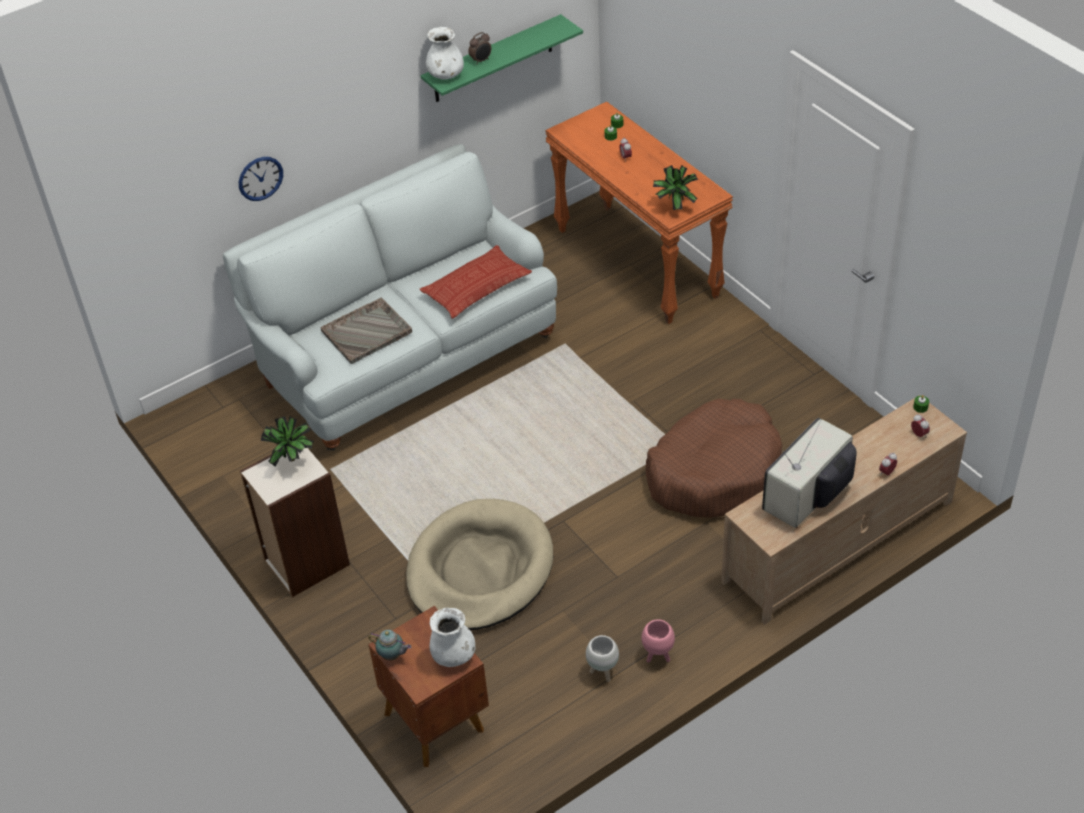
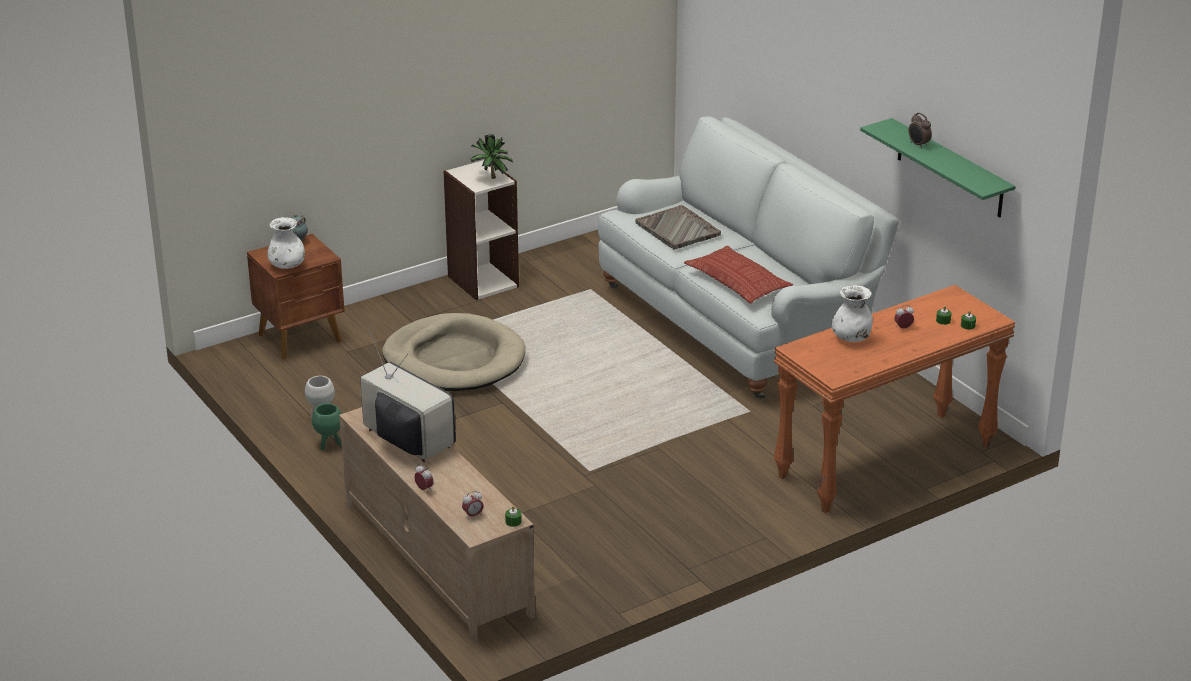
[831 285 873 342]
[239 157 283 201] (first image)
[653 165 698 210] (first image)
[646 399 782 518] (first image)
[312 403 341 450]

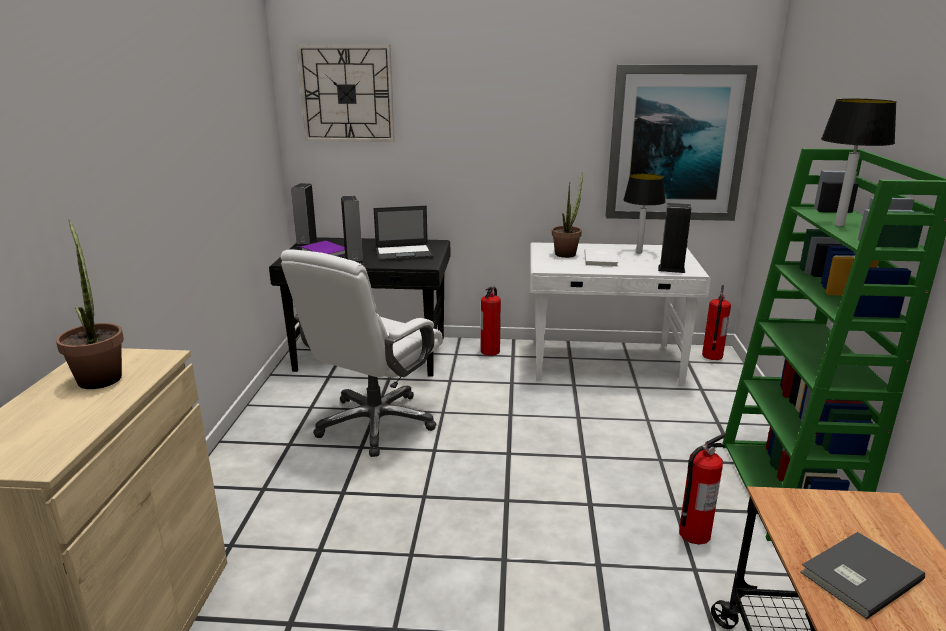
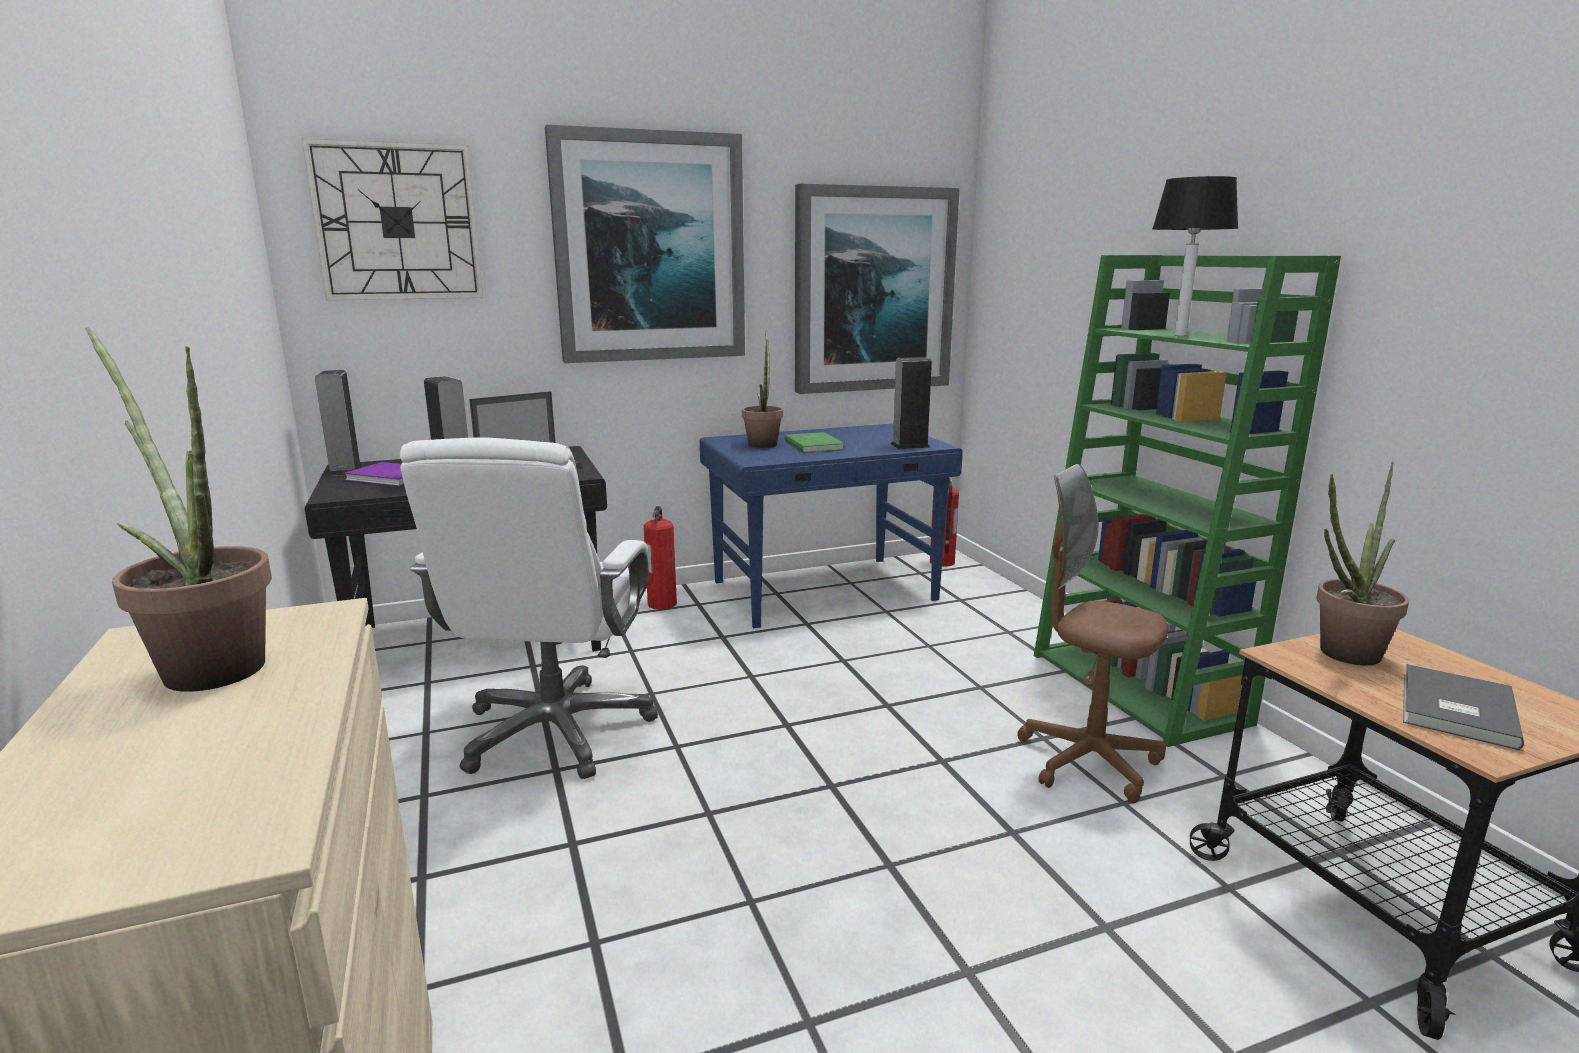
[623 173 665 253] (first image)
[700 423 963 628]
[784 432 845 453]
[1017 464 1169 803]
[545 125 745 363]
[1316 462 1409 666]

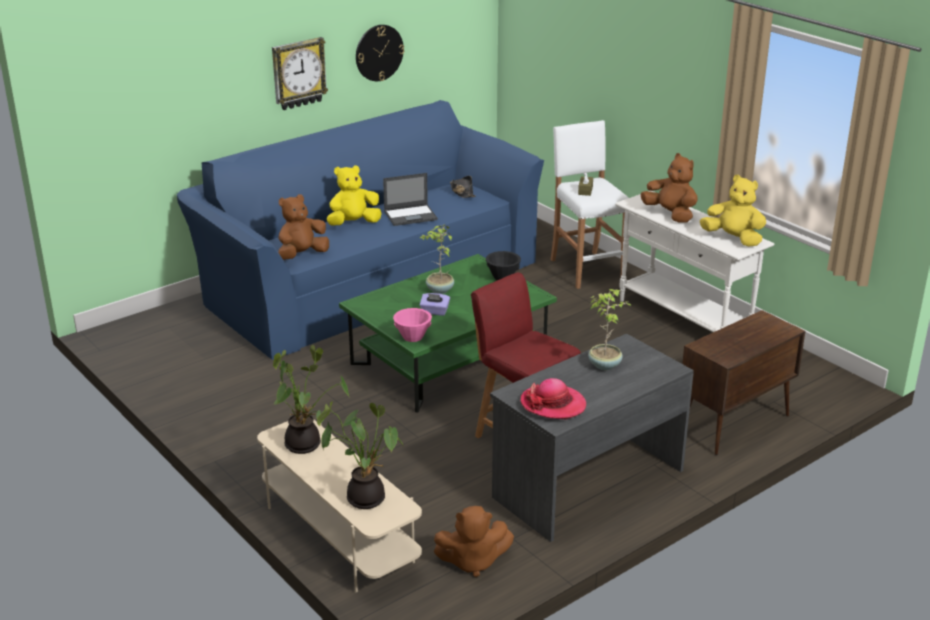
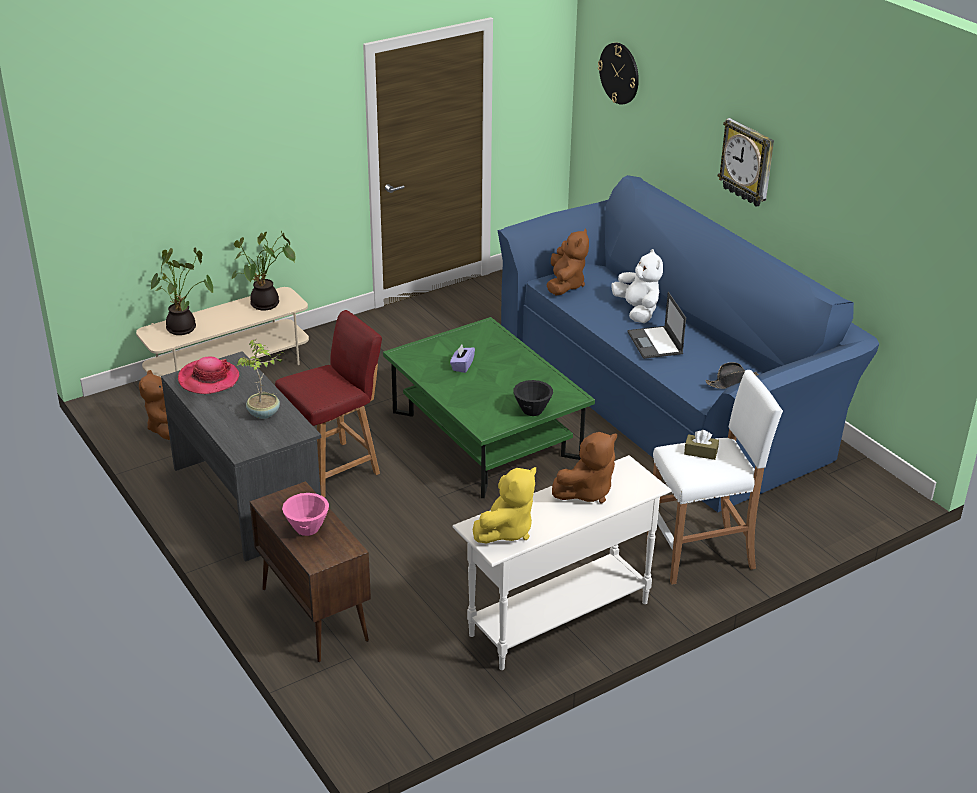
[598 43 639 105]
[611 249 663 323]
[547 228 589 295]
[420 224 454 294] (first image)
[282 493 329 536]

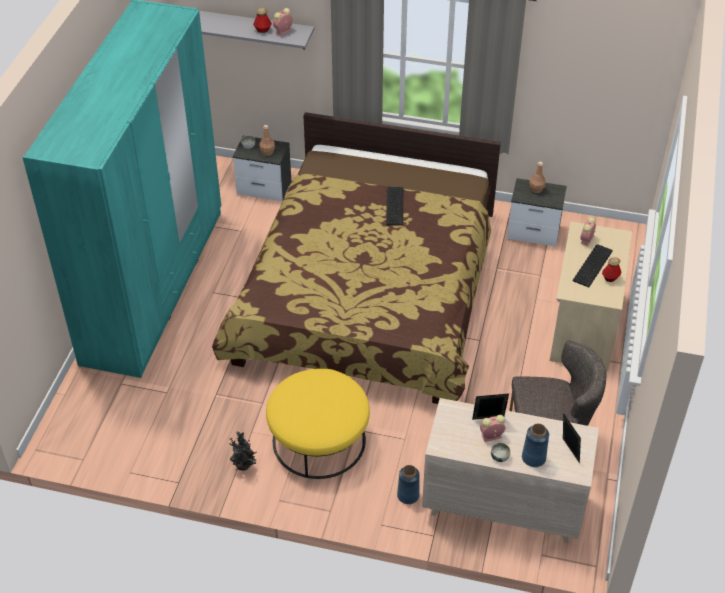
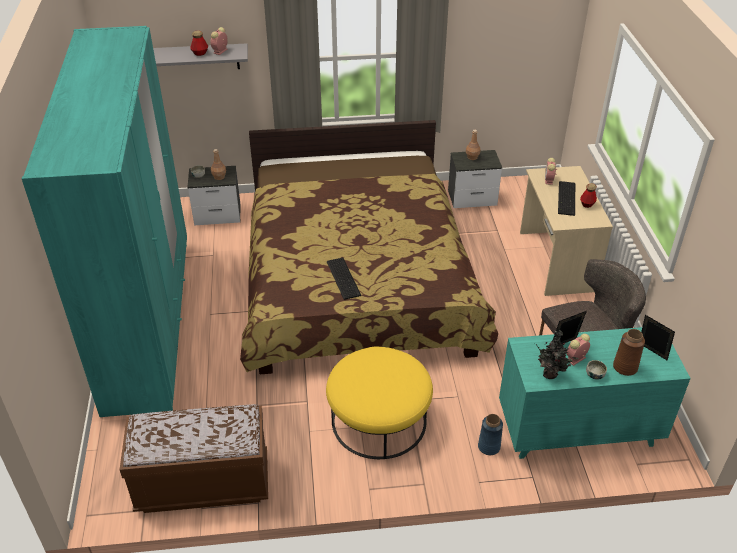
[327 258 361 300]
[499 327 691 459]
[613 329 645 376]
[534 330 579 379]
[119 404 268 513]

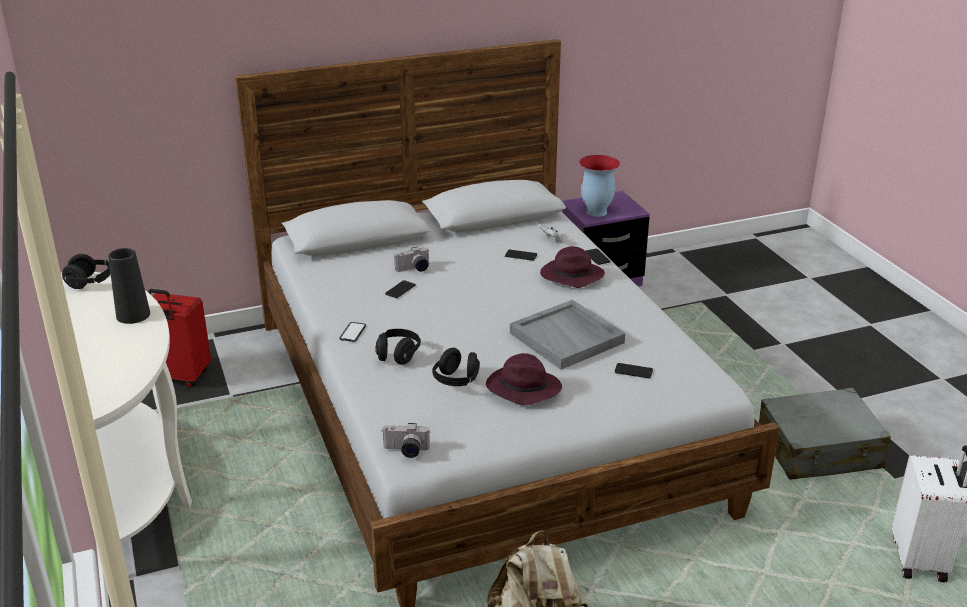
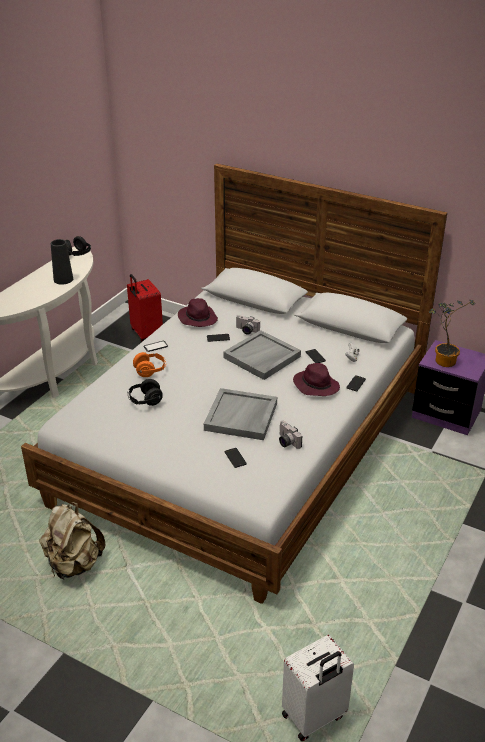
[429 300 476 367]
[133 352 166 377]
[178 298 218 327]
[759 388 891 480] (first image)
[279 421 302 449]
[223 330 301 380]

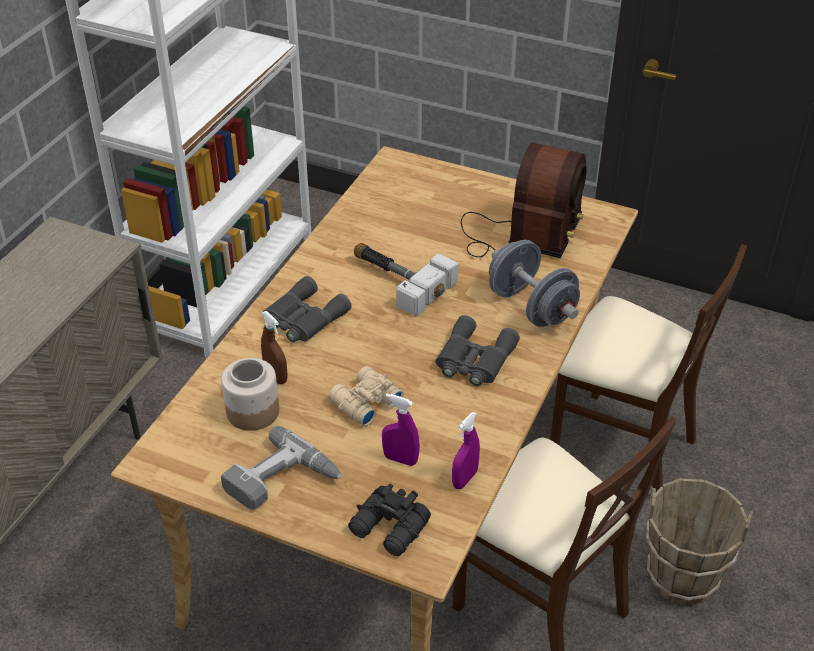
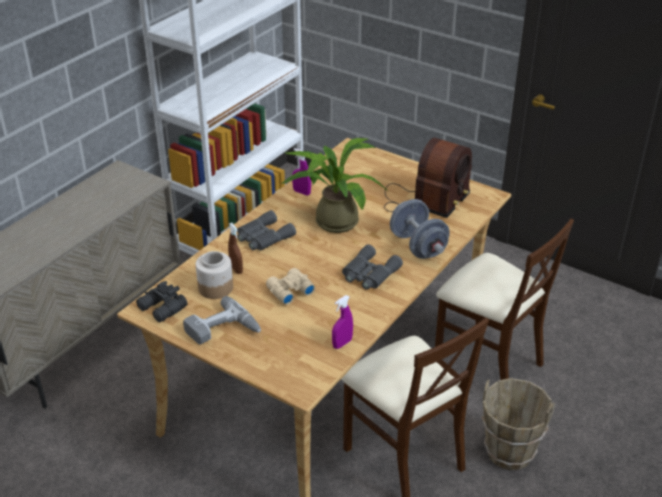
[282 138 389 233]
[292 148 311 196]
[136 281 187 322]

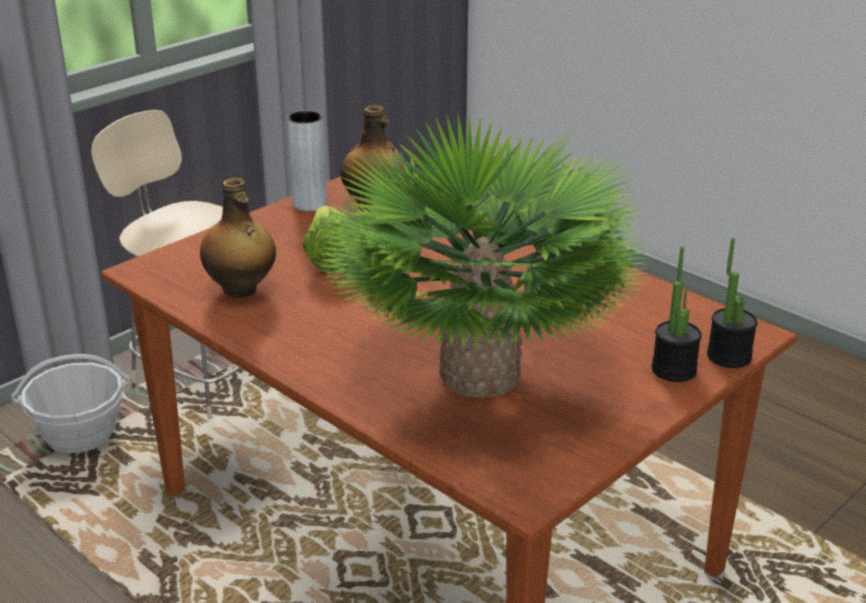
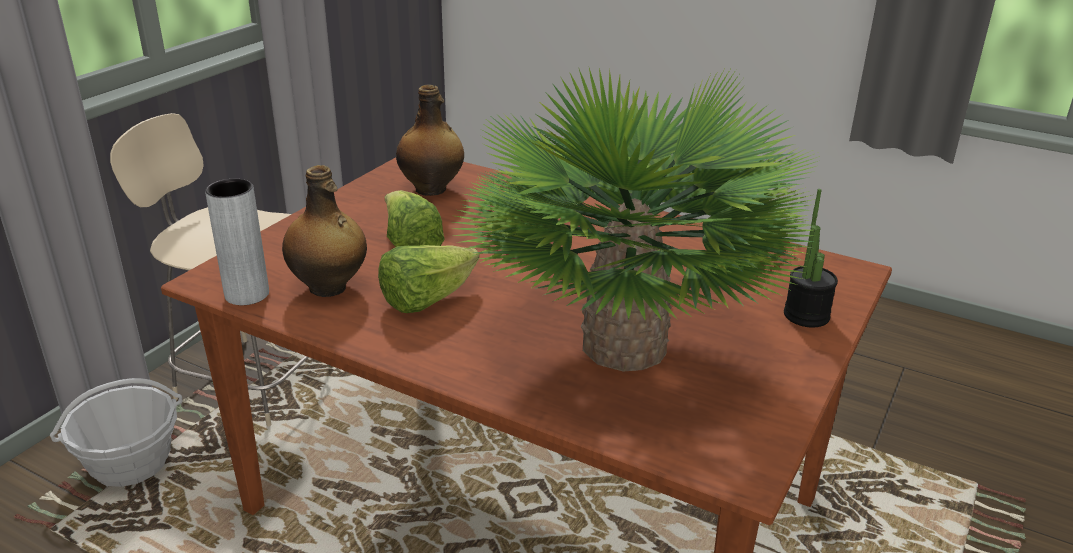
[205 179 269 305]
[707 238 758 368] (first image)
[378 245 479 313]

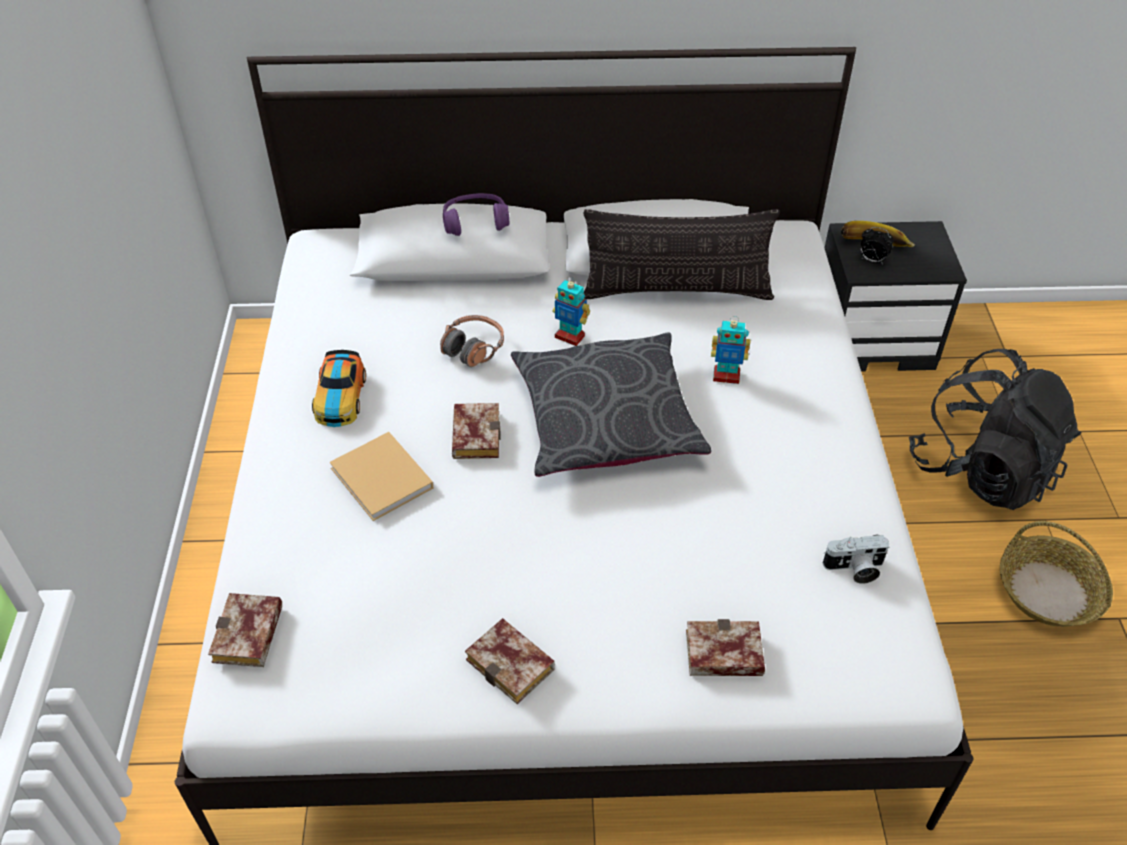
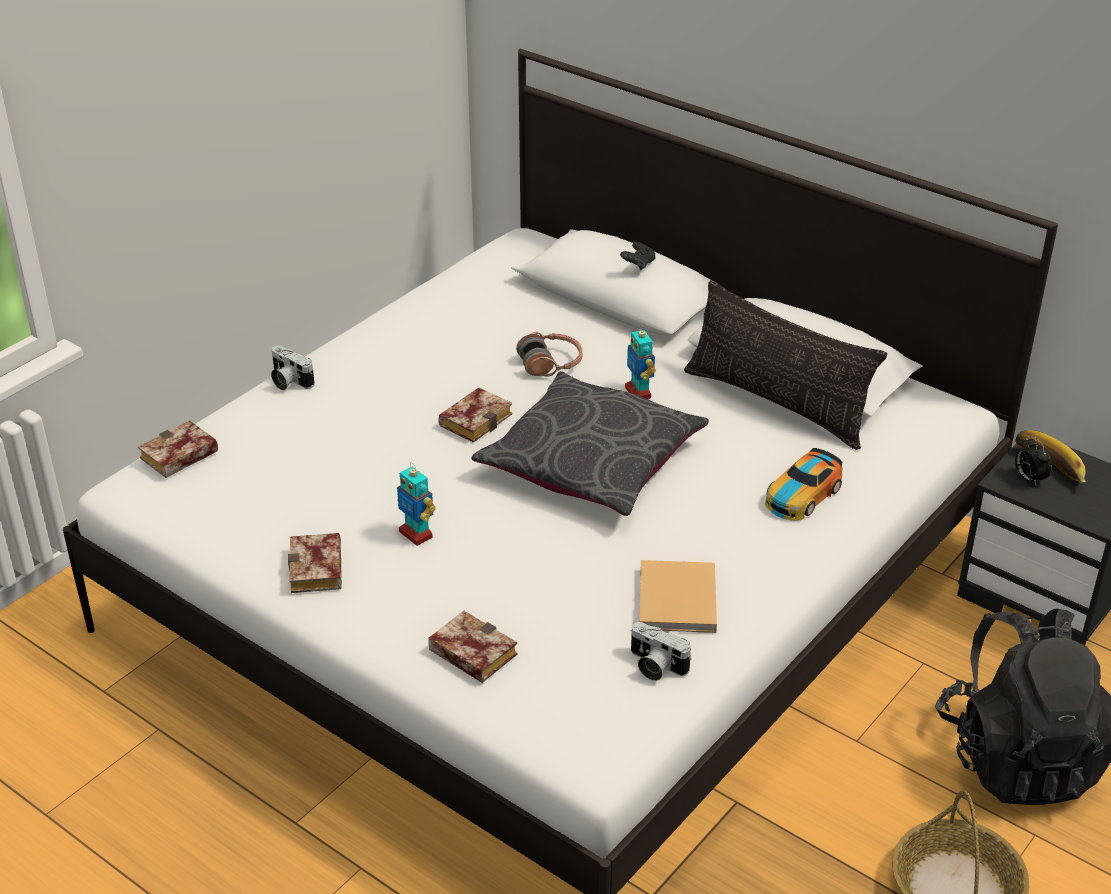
[620 242 656 270]
[397 462 436 546]
[765 448 843 521]
[639 560 717 633]
[271 346 315 390]

